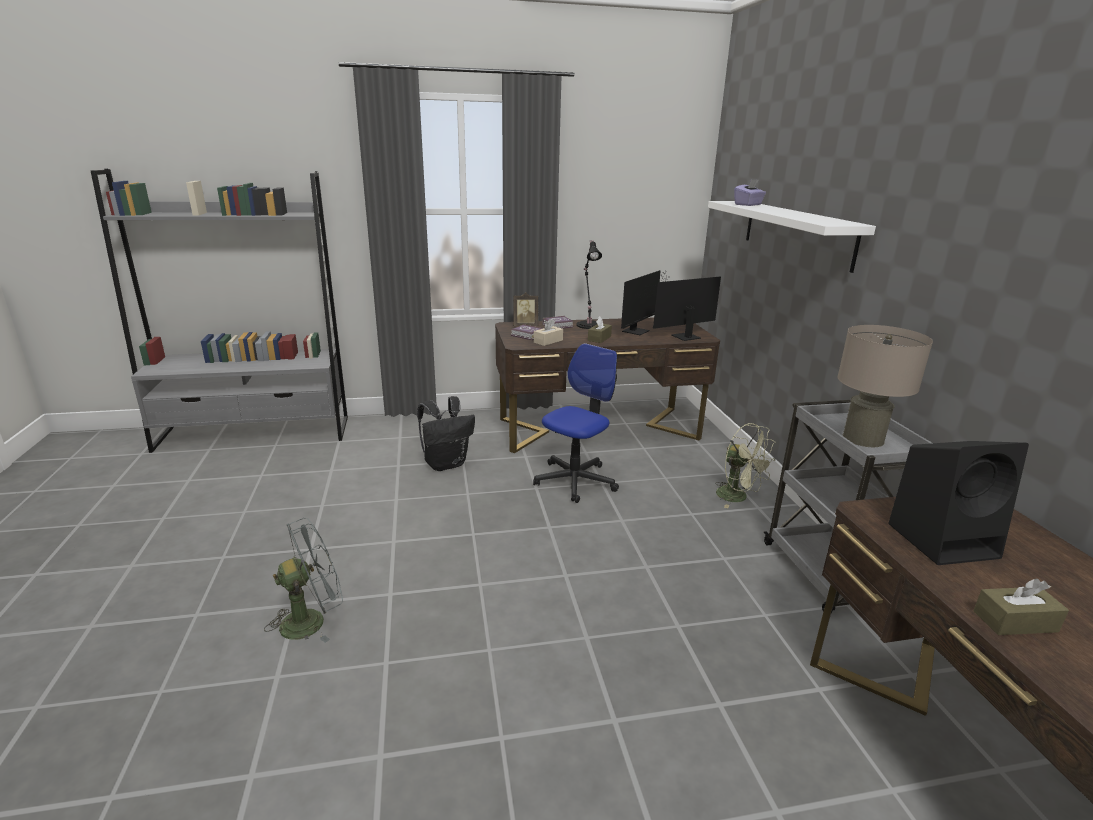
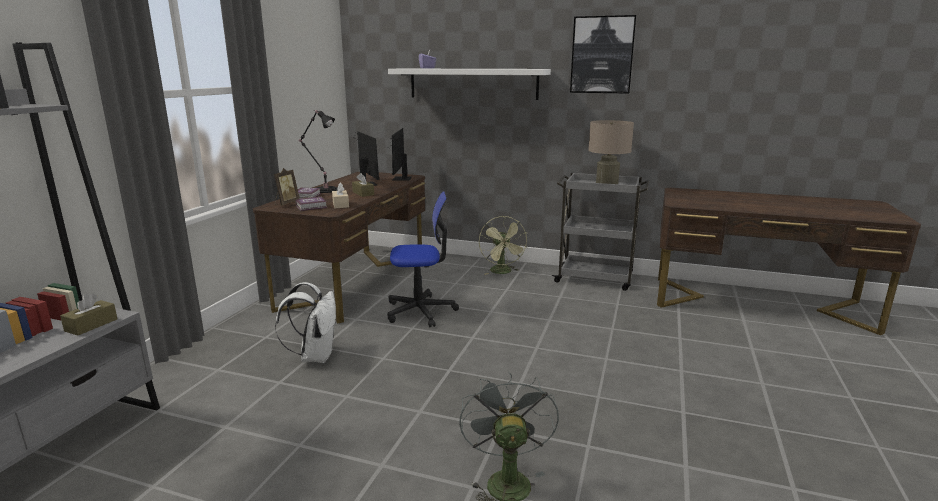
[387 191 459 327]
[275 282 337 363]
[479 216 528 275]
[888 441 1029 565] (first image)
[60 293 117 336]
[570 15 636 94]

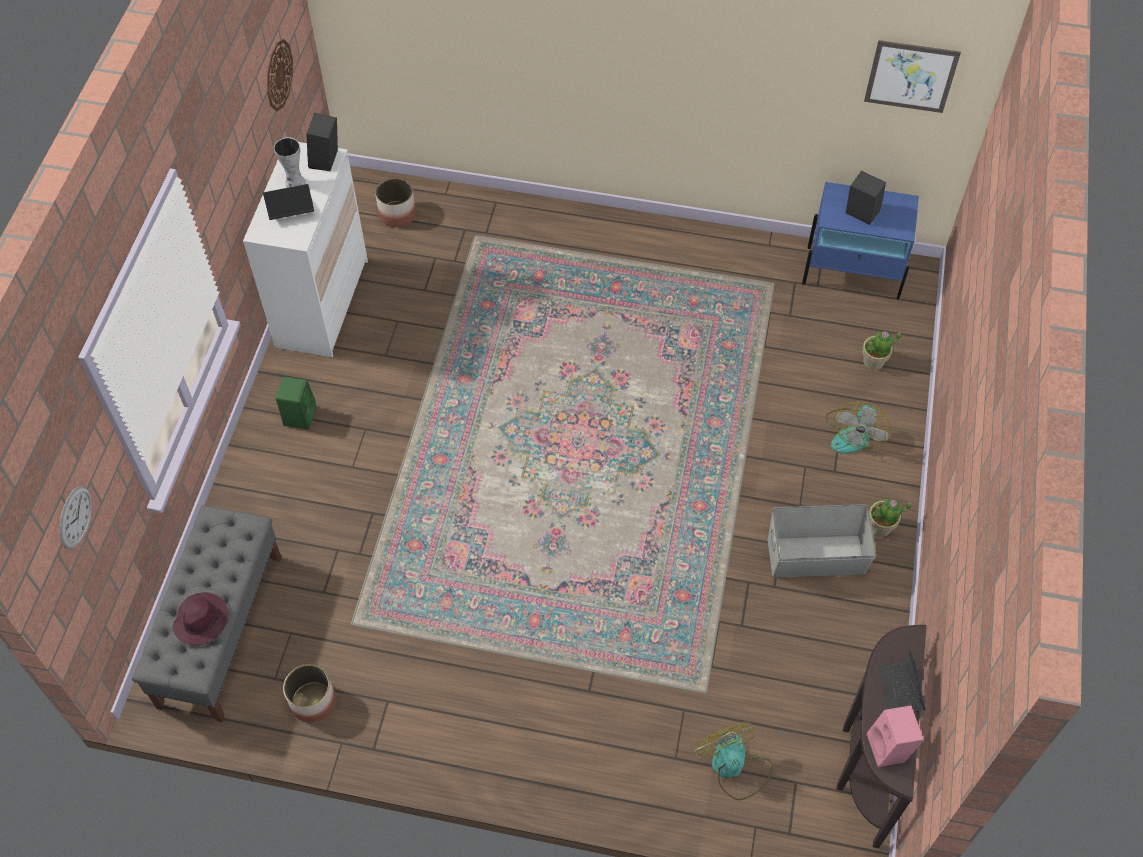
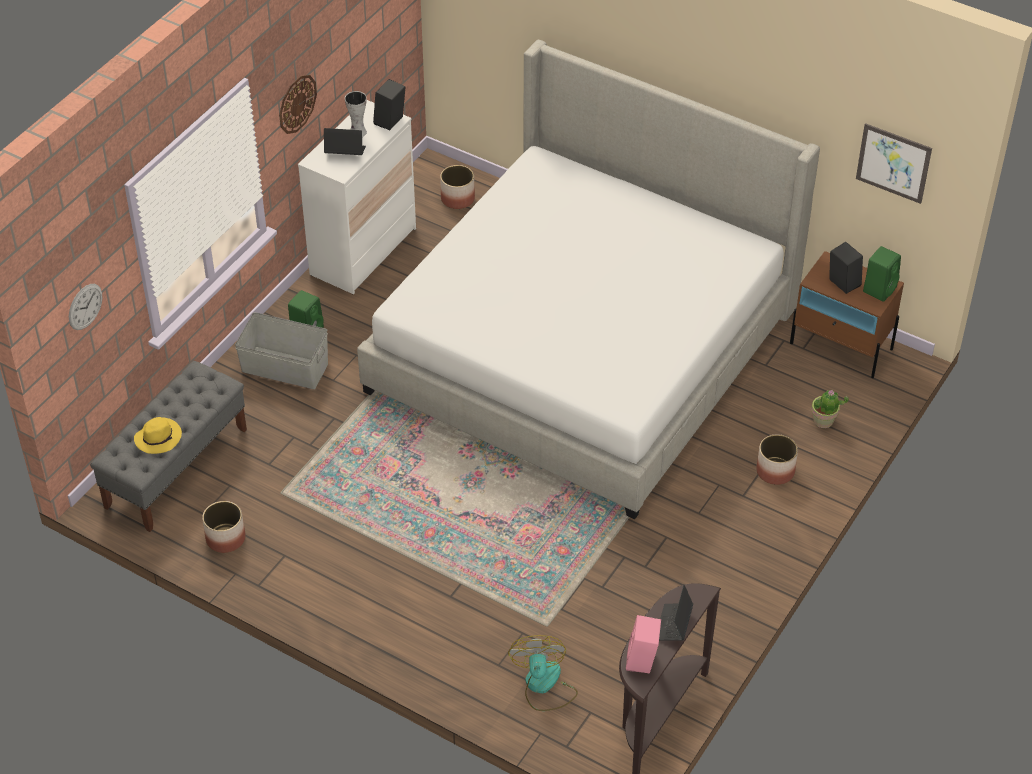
[279 75 317 134]
[790 251 904 378]
[756 434 798 485]
[869 498 912 537] (first image)
[235 312 328 389]
[134 417 182 454]
[357 39 820 519]
[863 246 901 302]

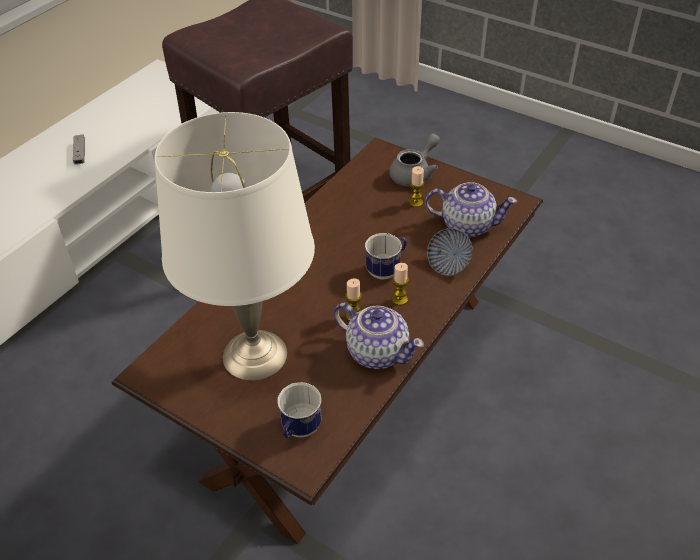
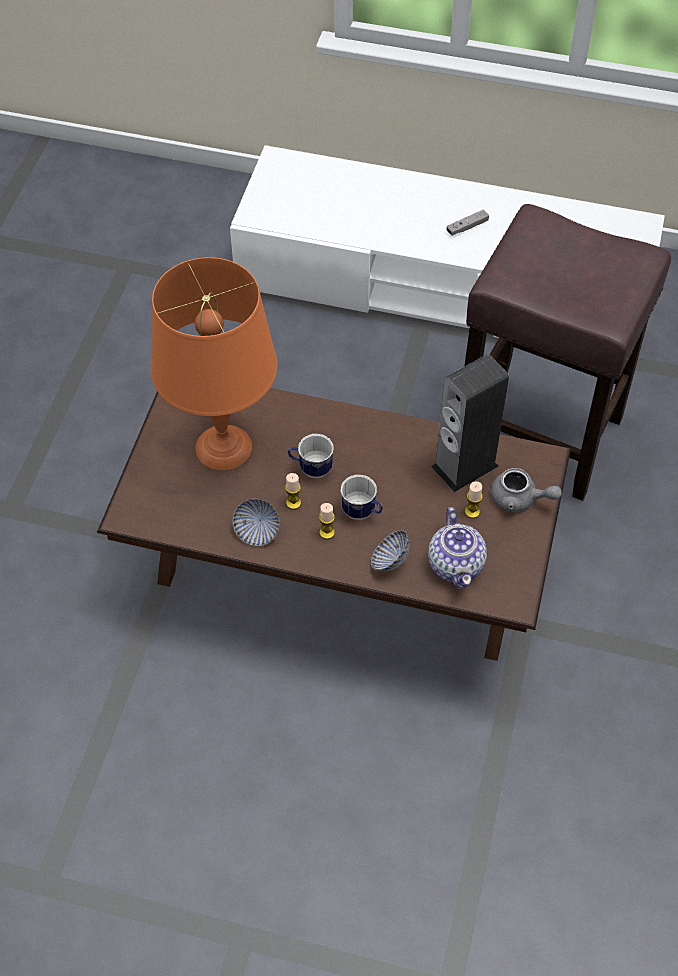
[151 257 277 470]
[233 499 280 546]
[288 434 334 478]
[431 354 509 492]

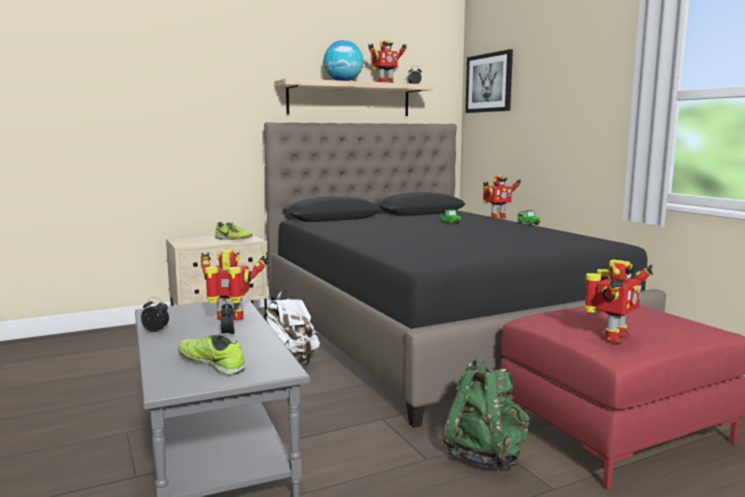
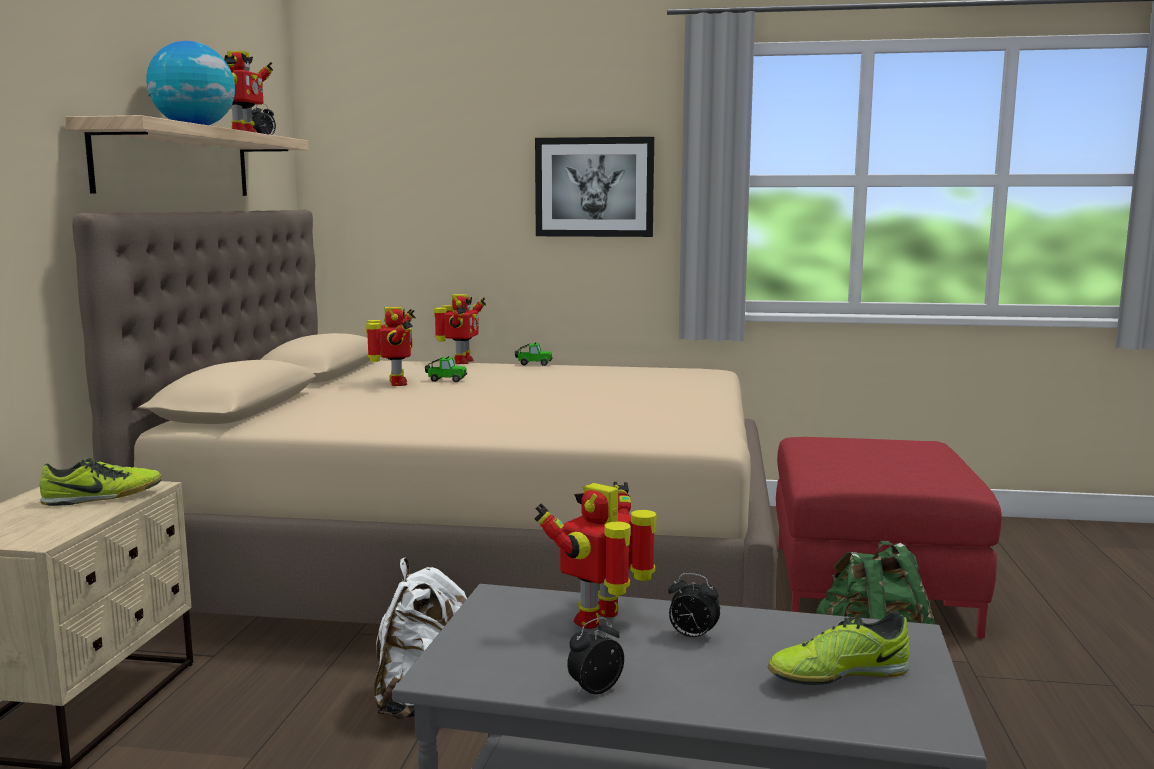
[535 137 654 237]
[72 210 777 624]
[366 307 416 386]

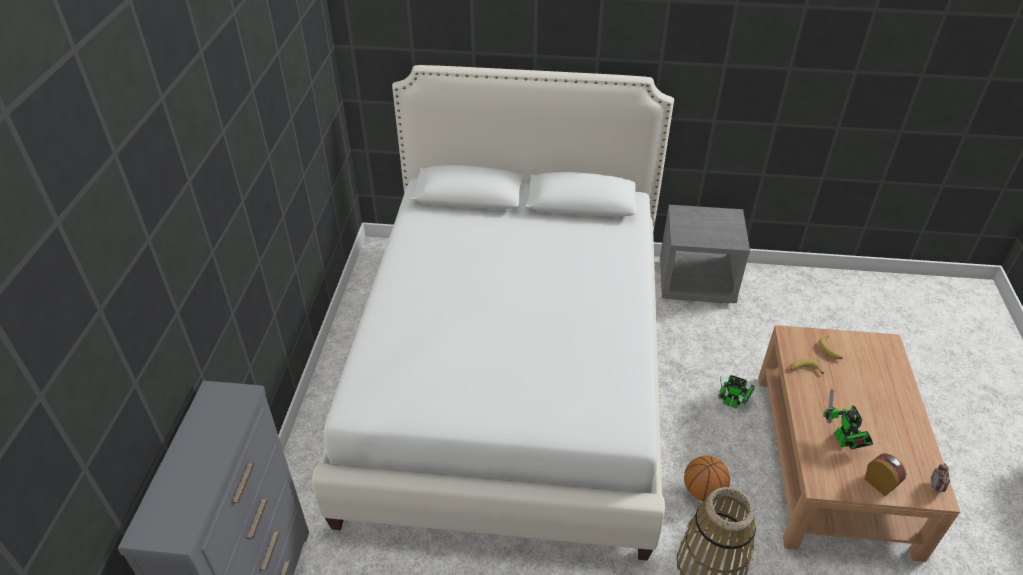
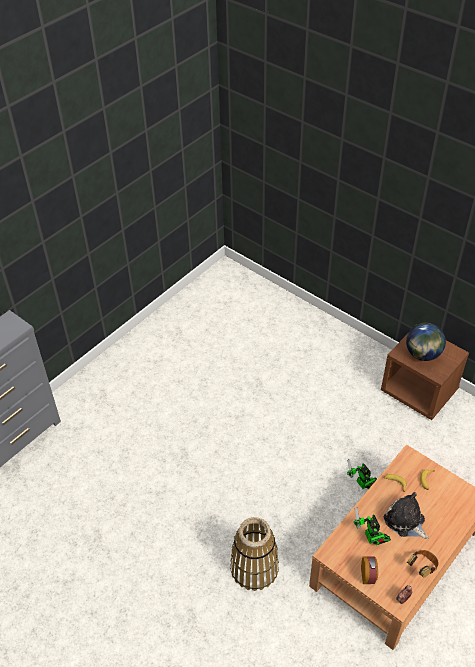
[312 65 674 561] (first image)
[381 324 469 420]
[354 507 391 545]
[684 456 730 501] (first image)
[406 323 446 361]
[384 492 429 539]
[407 550 439 578]

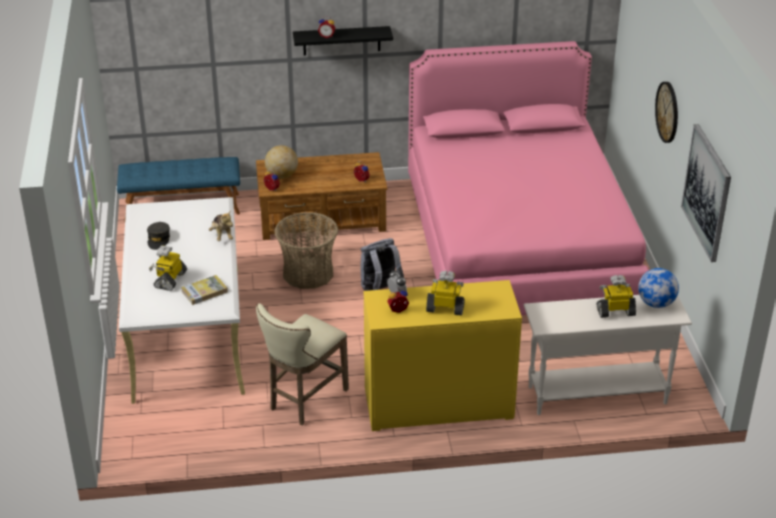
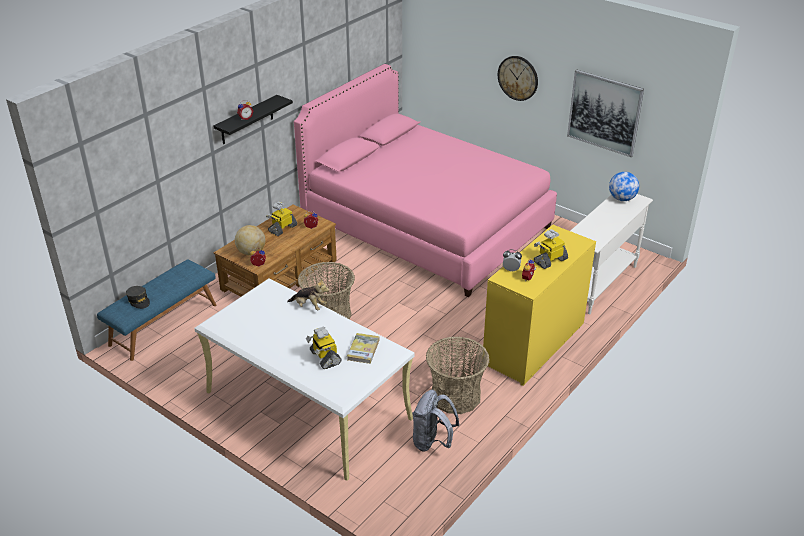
[126 286 150 309]
[412 390 460 452]
[266 202 297 236]
[426 337 490 414]

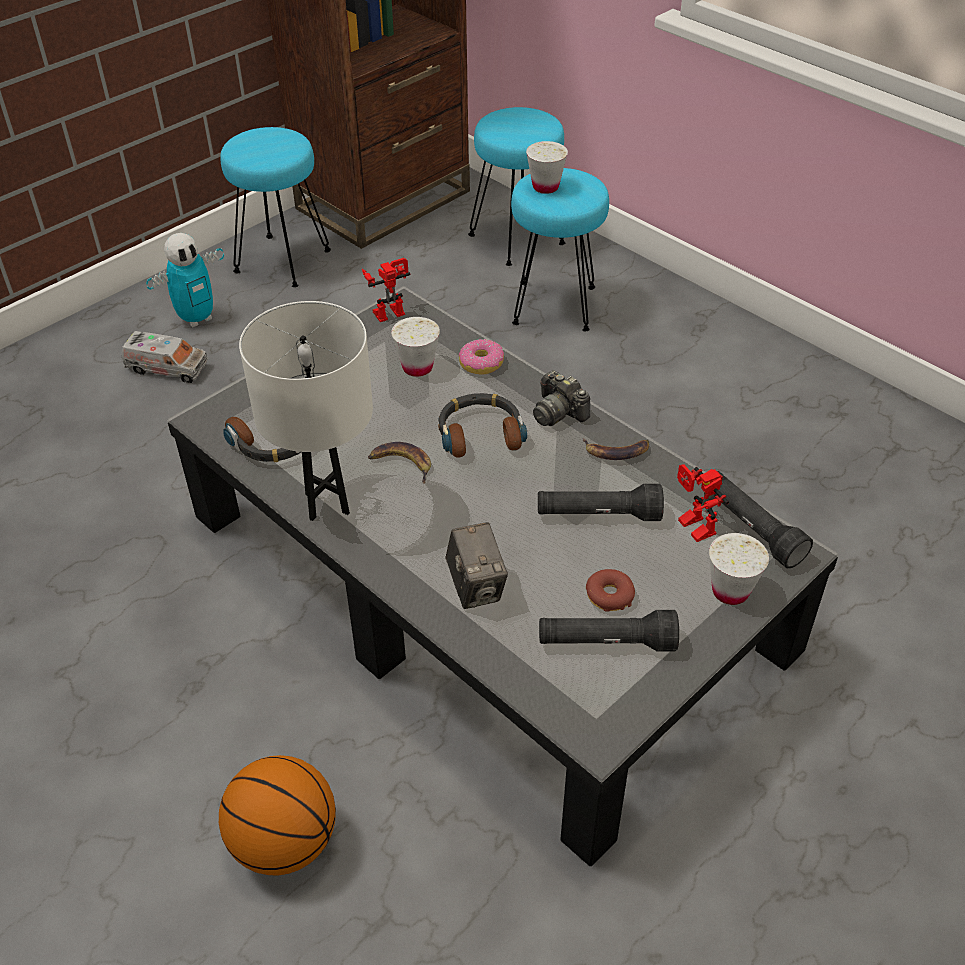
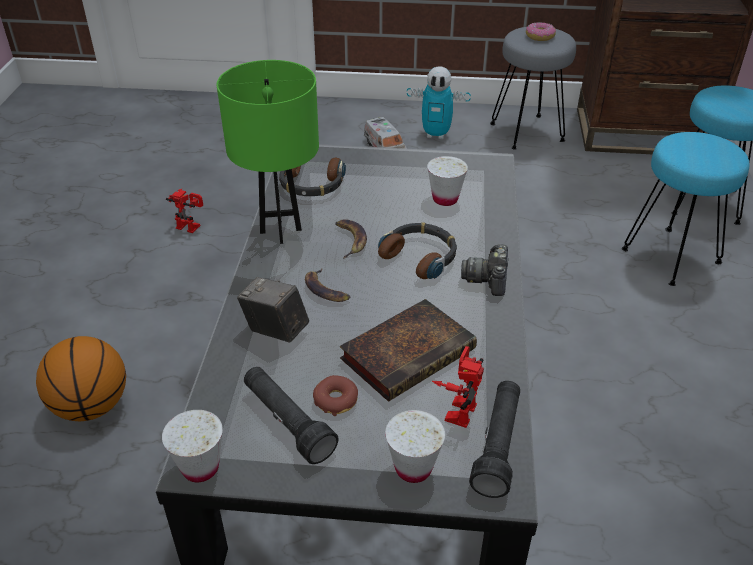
[490 27 576 150]
[162 410 223 482]
[166 189 203 233]
[217 60 319 244]
[526 22 556 41]
[305 269 350 302]
[340 299 477 402]
[237 277 309 343]

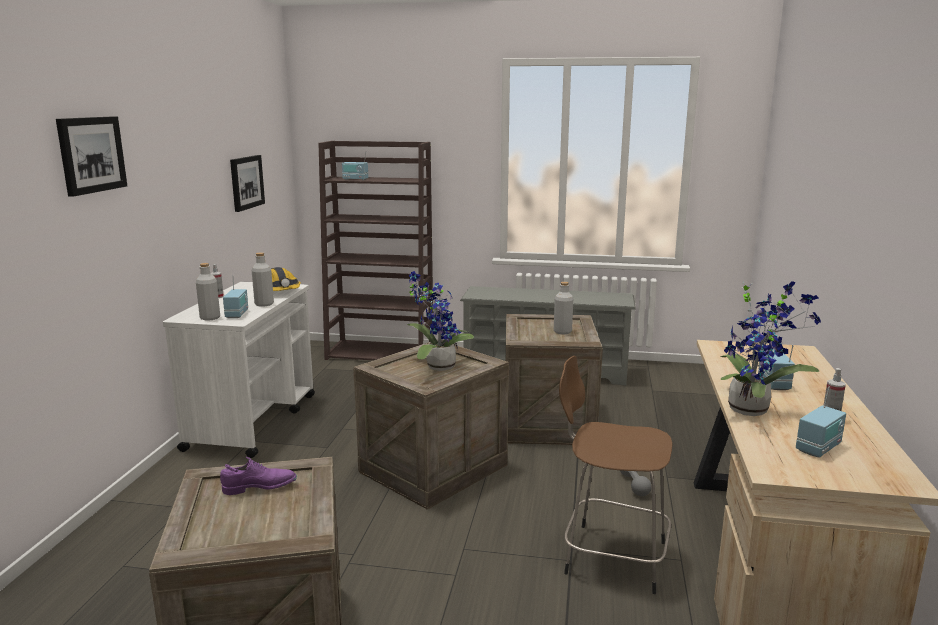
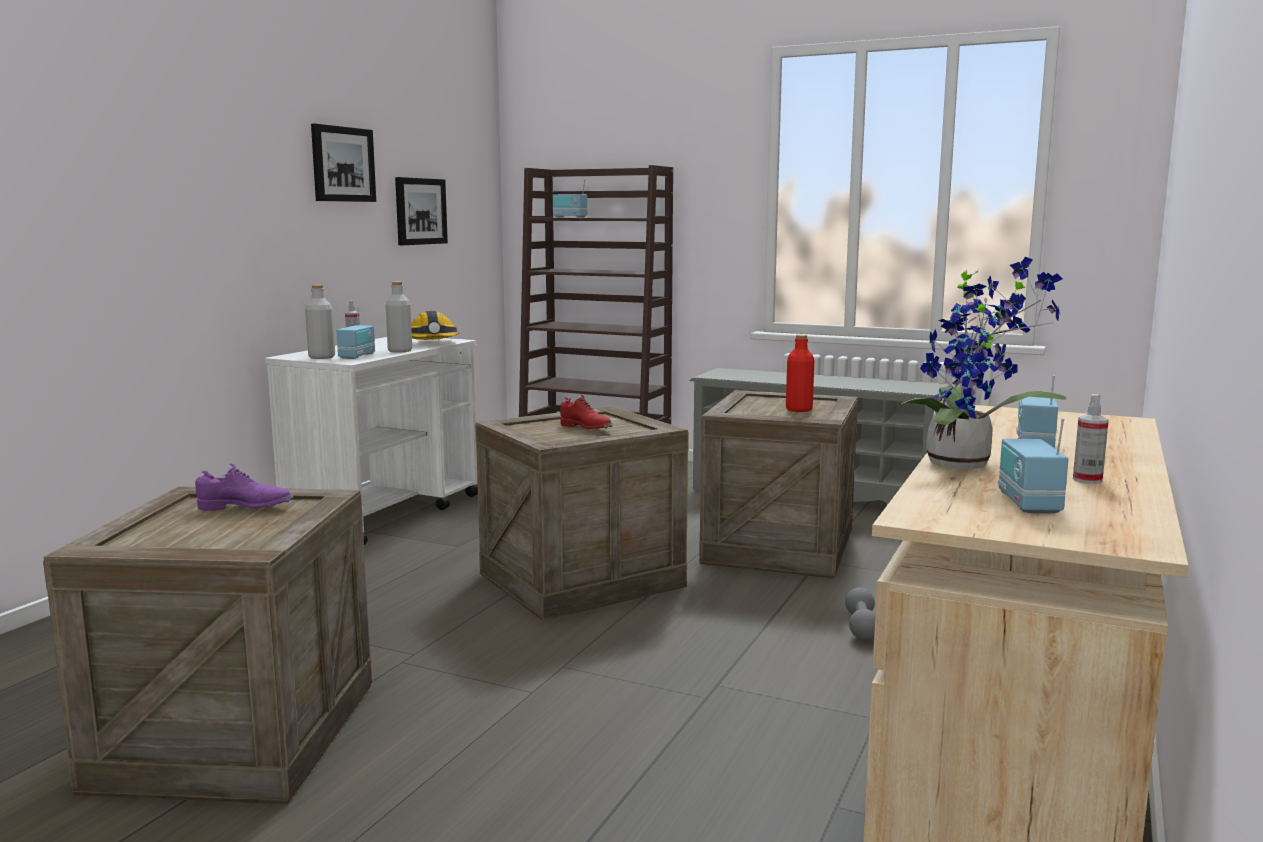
[311 123 376 202]
[560 395 613 429]
[786 335 815 412]
[559 356 673 594] (first image)
[998 418 1068 514]

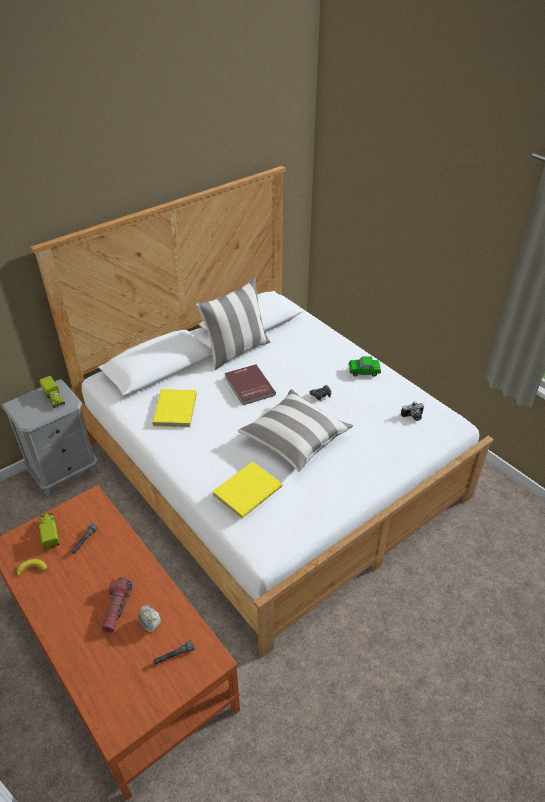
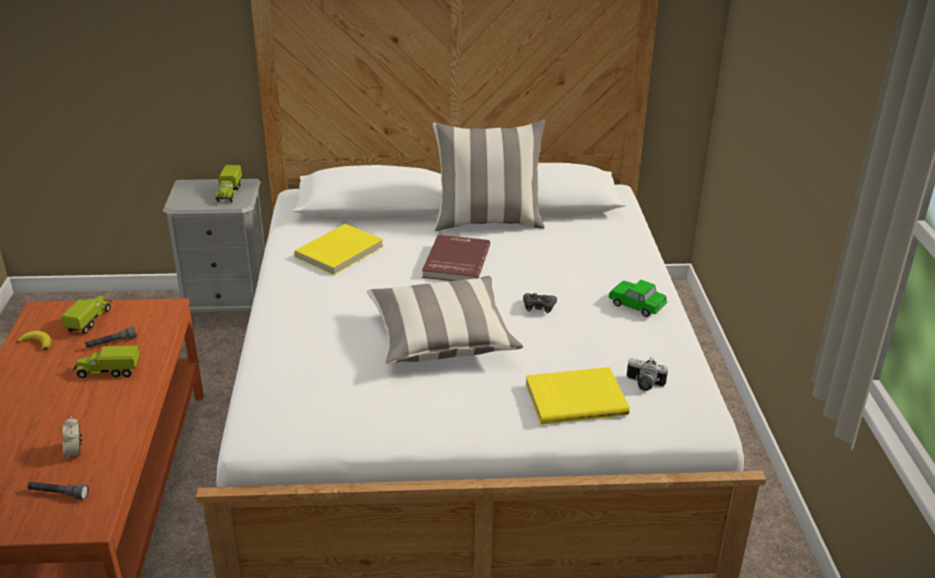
[525 367 630 424]
[101 577 133 633] (first image)
[72 346 140 378]

